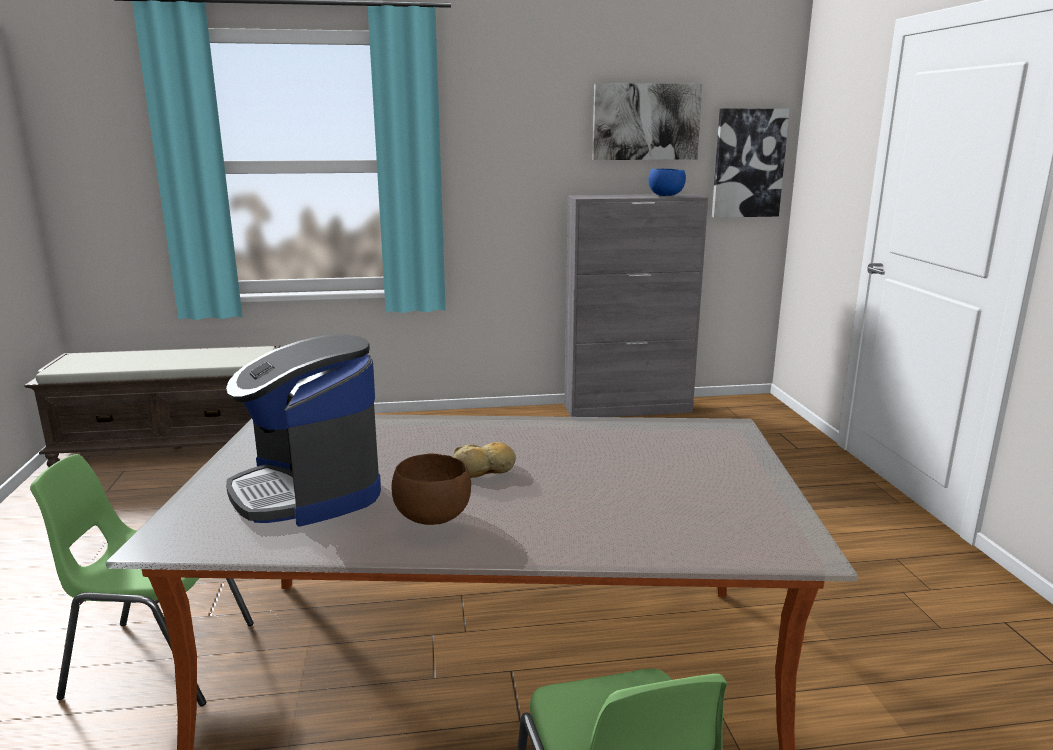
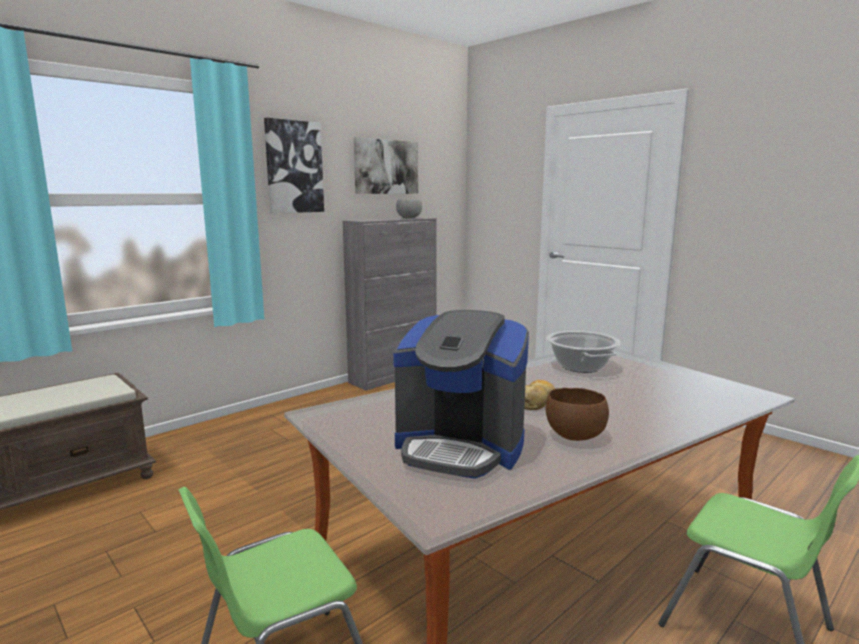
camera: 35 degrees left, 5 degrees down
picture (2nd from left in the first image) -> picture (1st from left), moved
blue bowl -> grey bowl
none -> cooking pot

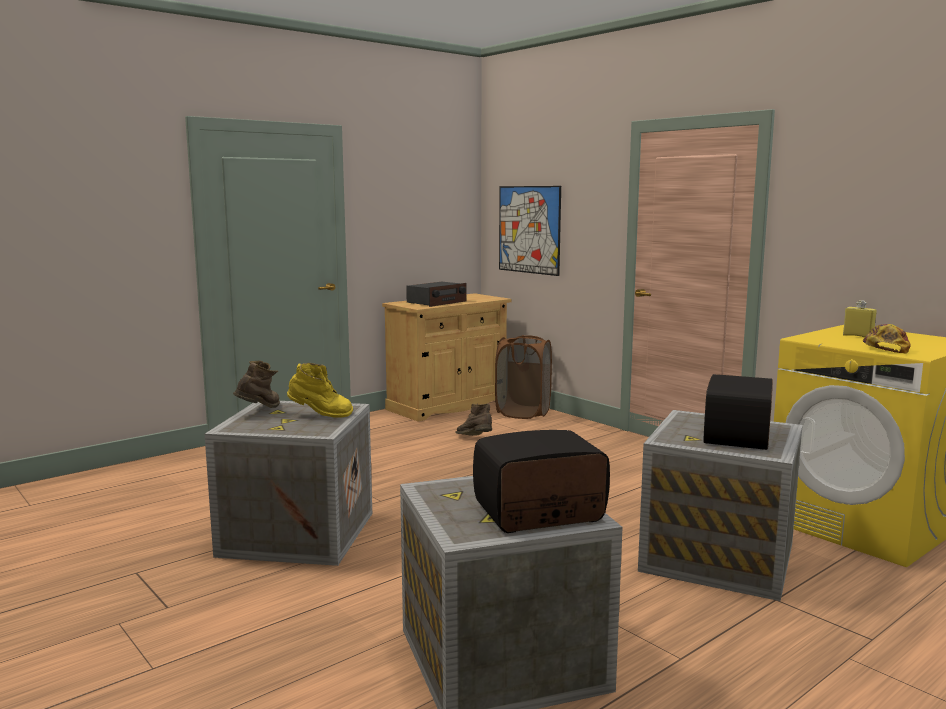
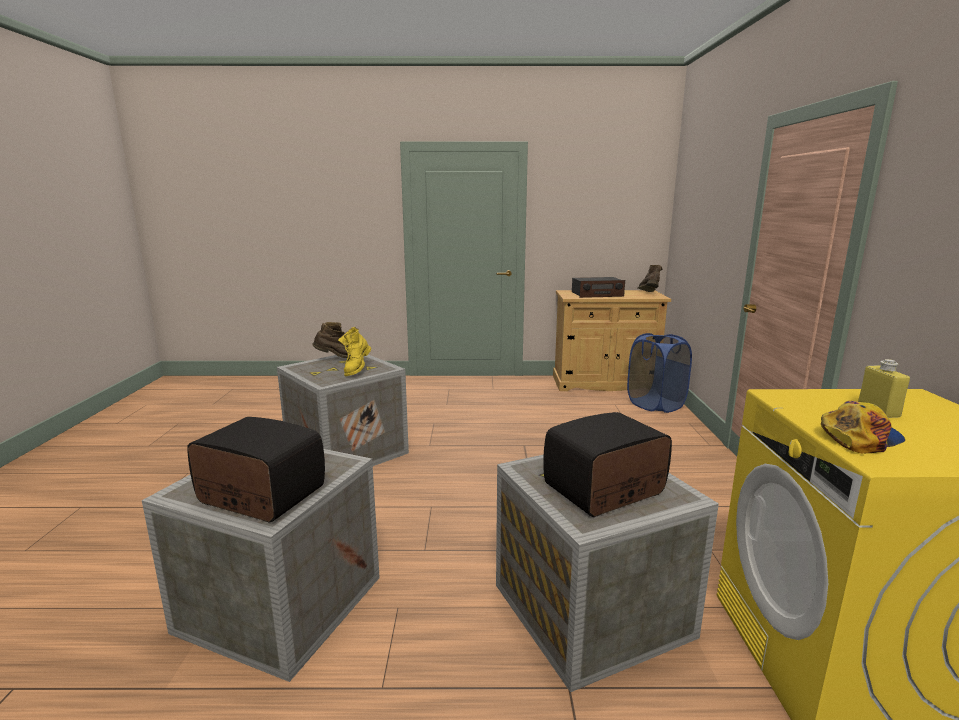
camera: 40 degrees right, 5 degrees up
picture -> none
brown laundry basket -> blue laundry basket
yellow boot, 60 degrees clockwise
brown boot (2nd from left), moved

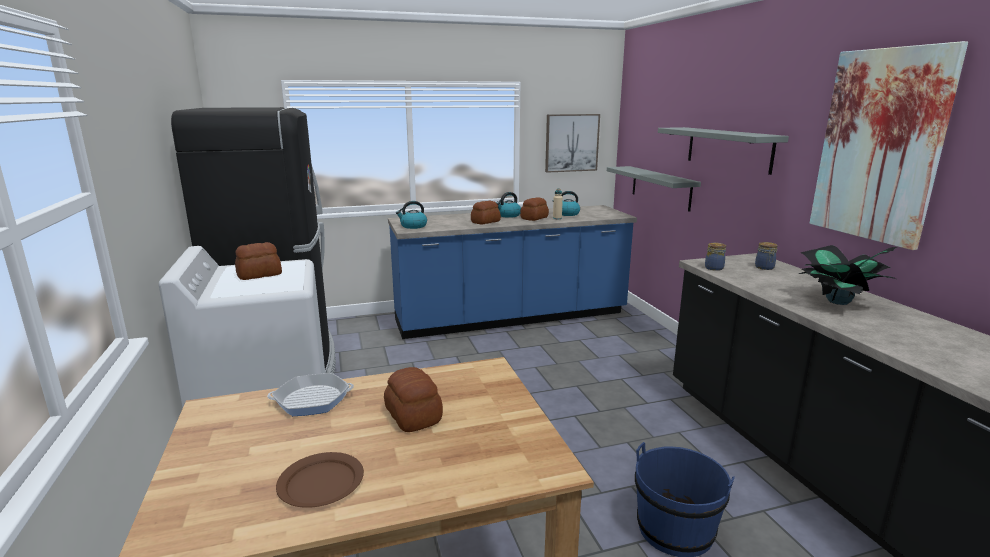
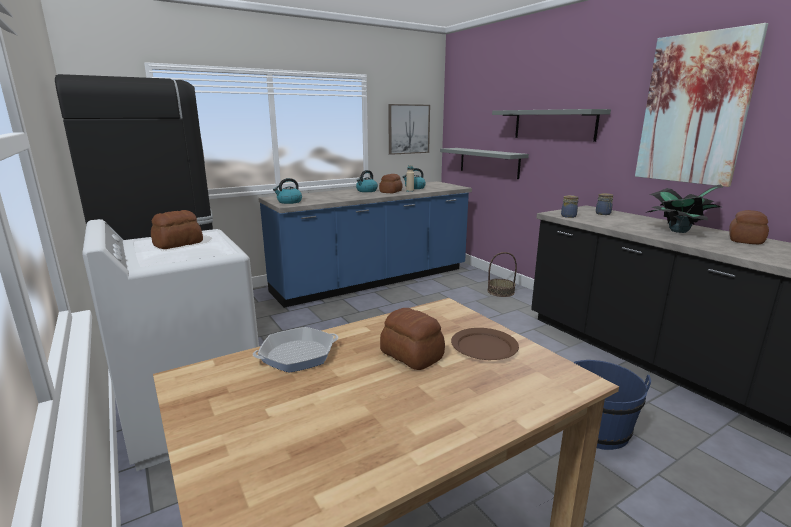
camera: 15 degrees left, 0 degrees up
bread (3rd from left in the first image) -> bread (4th from left), moved
brown plate, moved
none -> basket

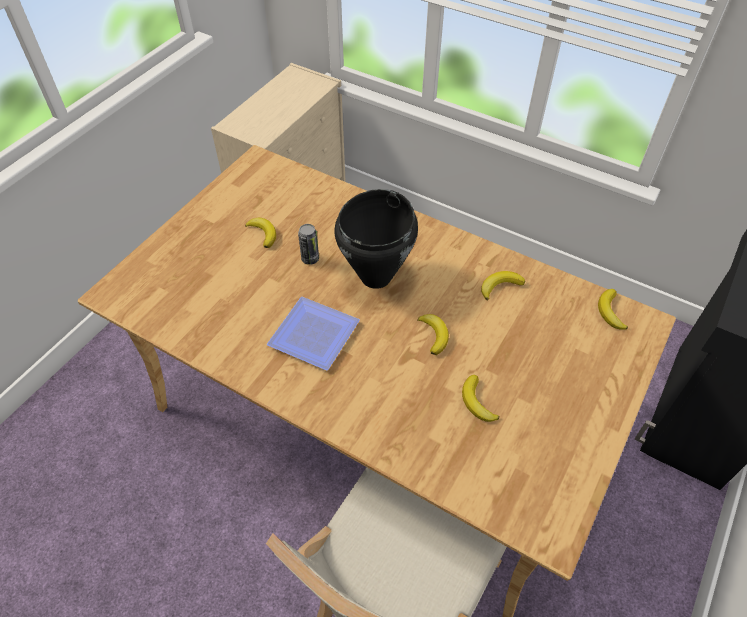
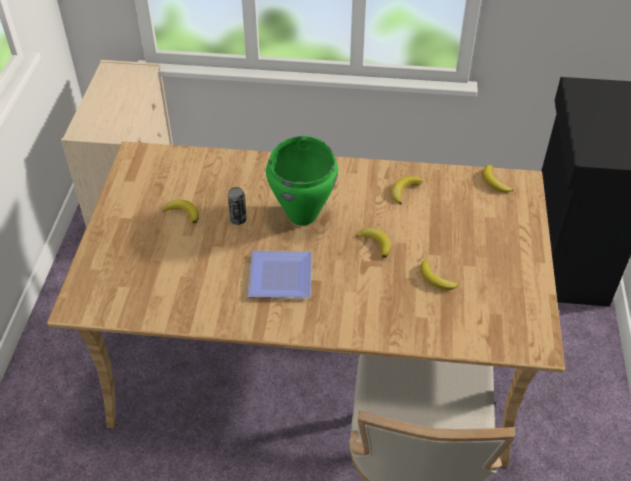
camera: 25 degrees left, 5 degrees down
black cooking pot -> green cooking pot

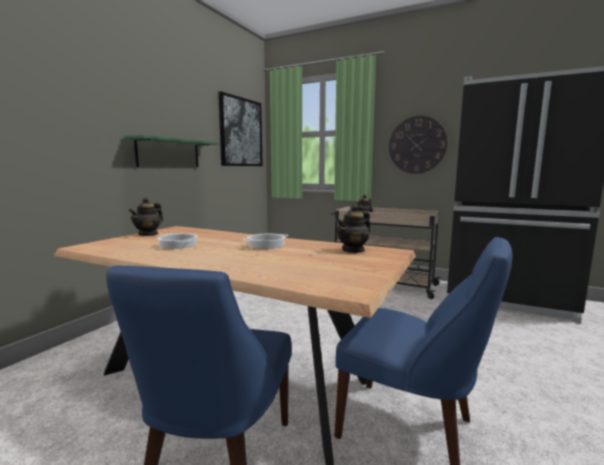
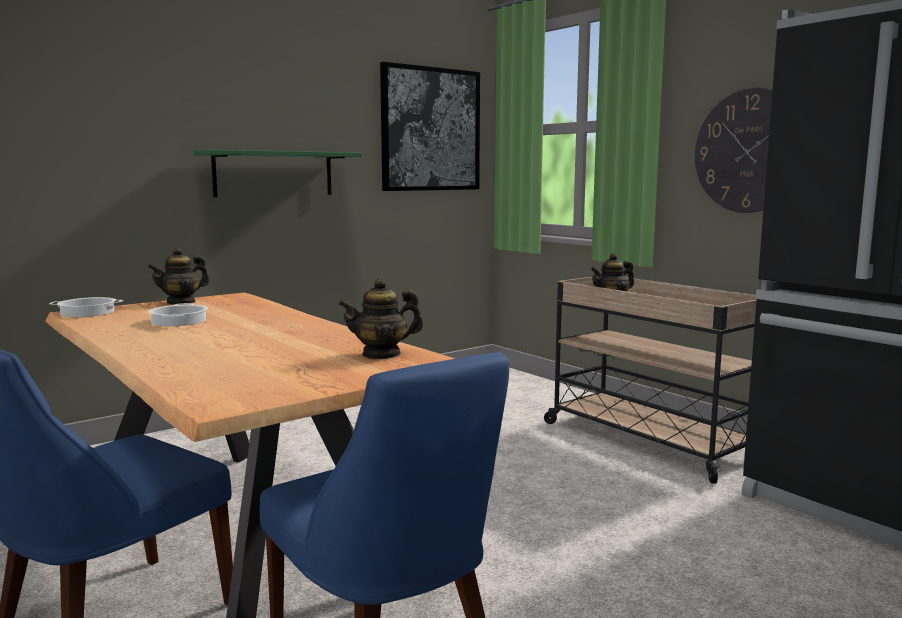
camera: 25 degrees right, 0 degrees up
cooking pot (2nd from left in the first image) -> cooking pot (1st from left), moved

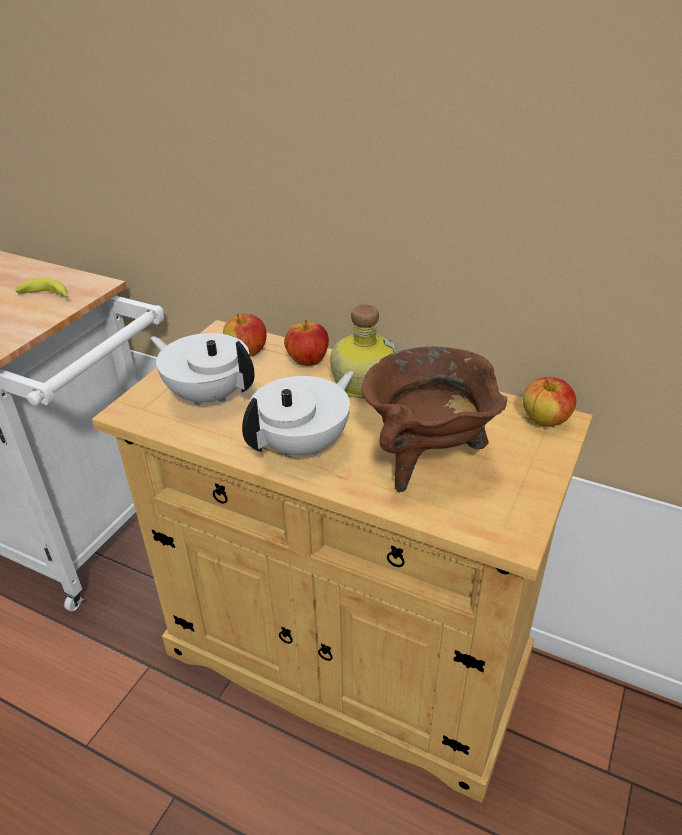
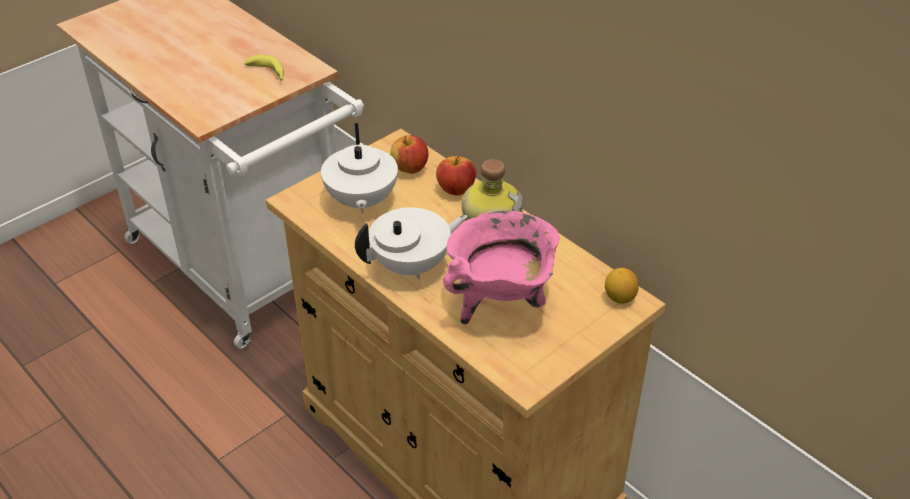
camera: 20 degrees right, 5 degrees up
white teapot (1st from left), 150 degrees counterclockwise
brown cooking pot -> pink cooking pot
apple (3rd from left) -> lemon

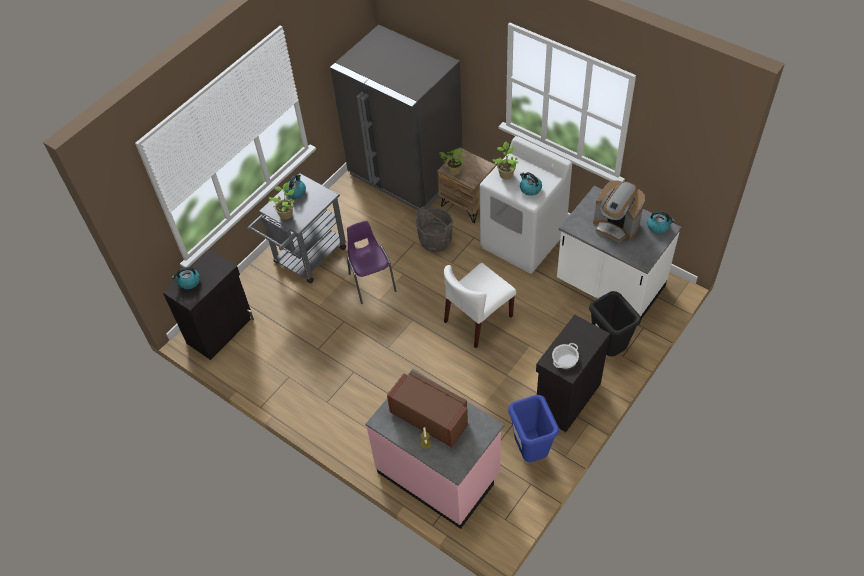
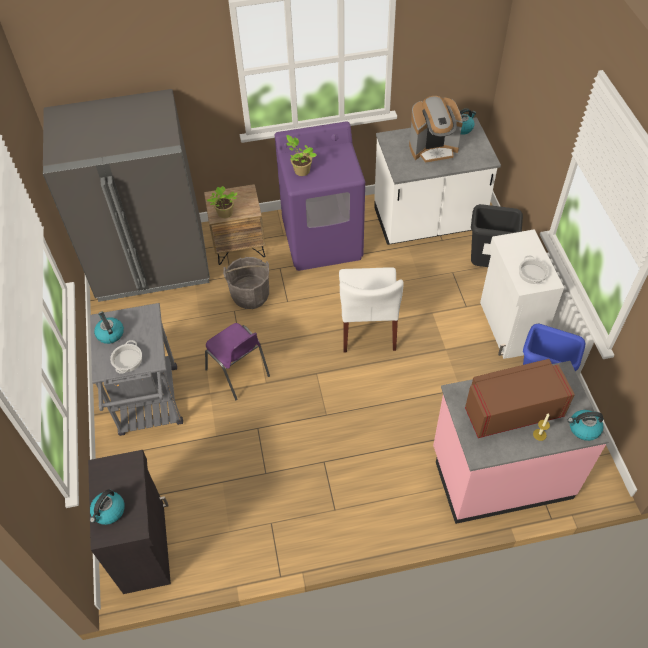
camera: 50 degrees left, 0 degrees up
white washing machine -> purple washing machine
kettle (3rd from left in the first image) -> kettle (4th from left), moved
potted plant (1st from left) -> cooking pot (1st from left)
purple chair, 150 degrees counterclockwise
black cabinet (2nd from left) -> white cabinet

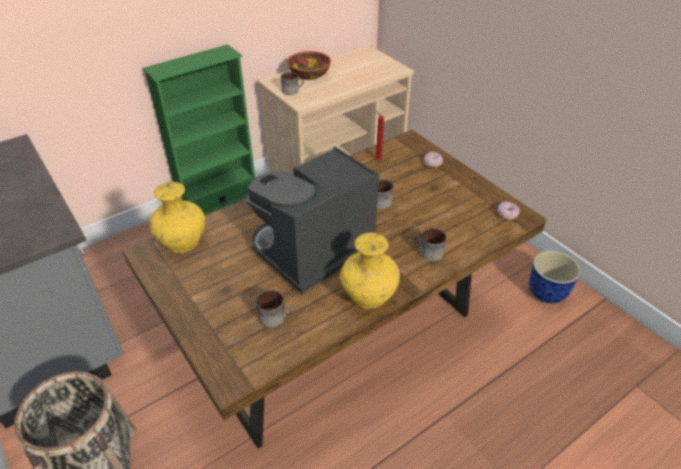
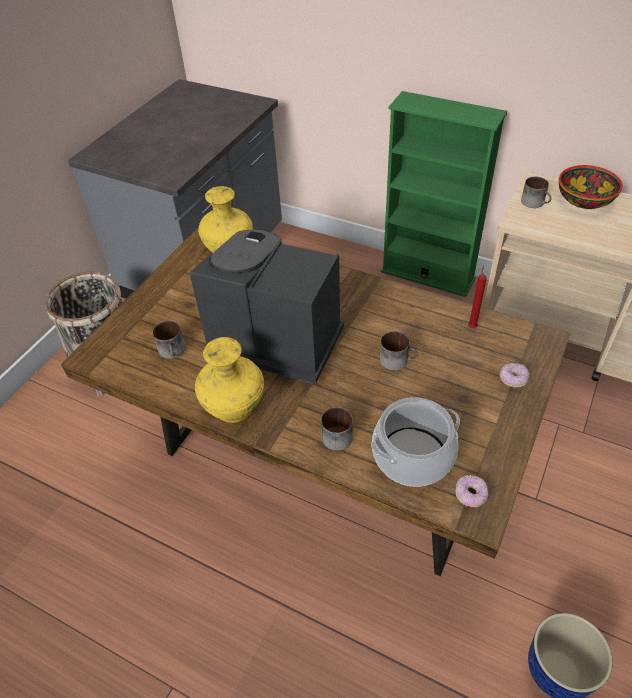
camera: 65 degrees right, 5 degrees up
none -> cooking pot

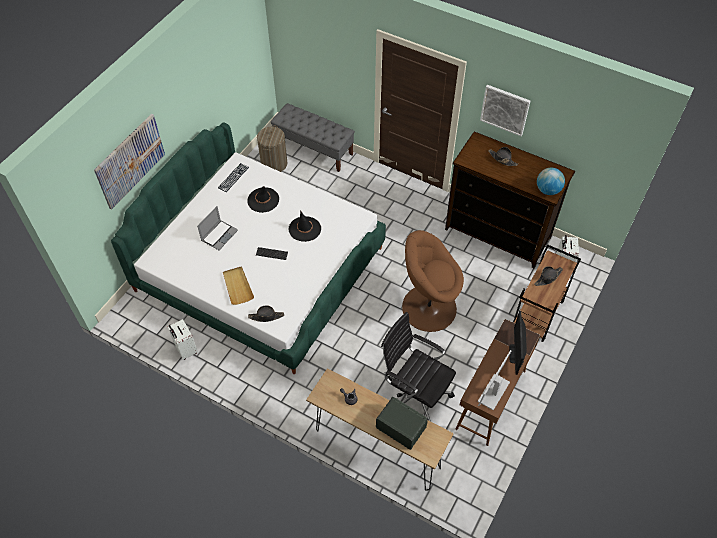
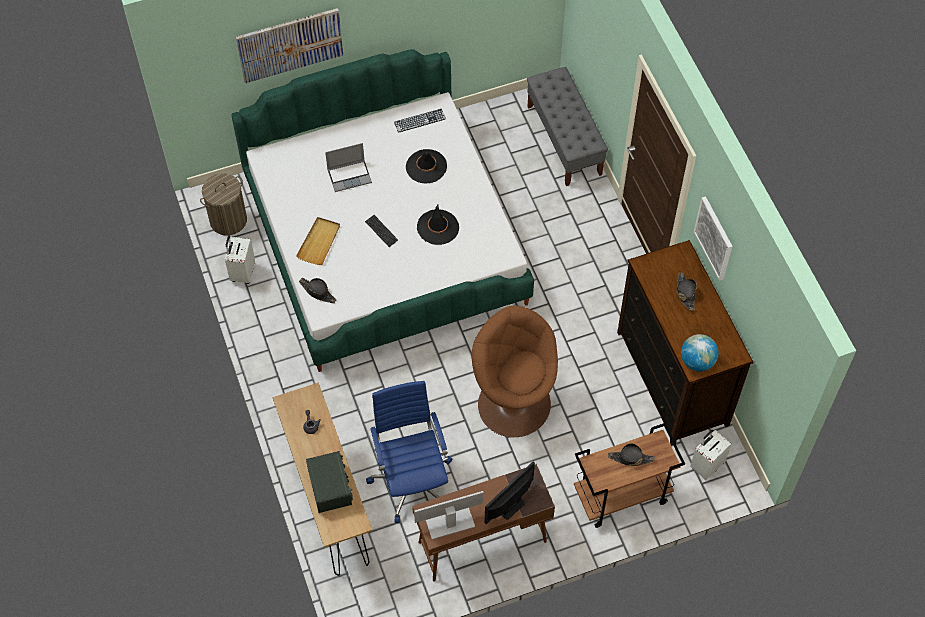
camera: 40 degrees right, 5 degrees up
laundry basket, moved
black office chair -> blue office chair

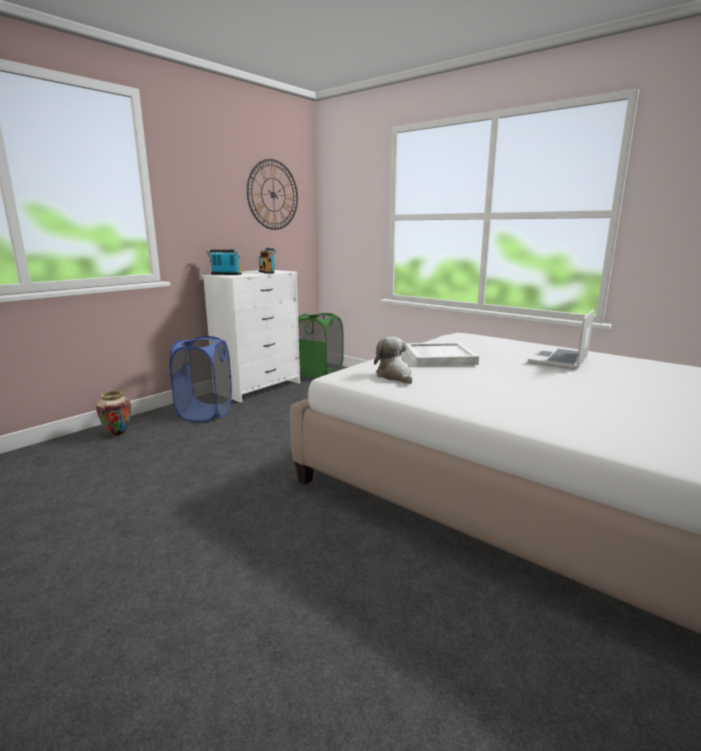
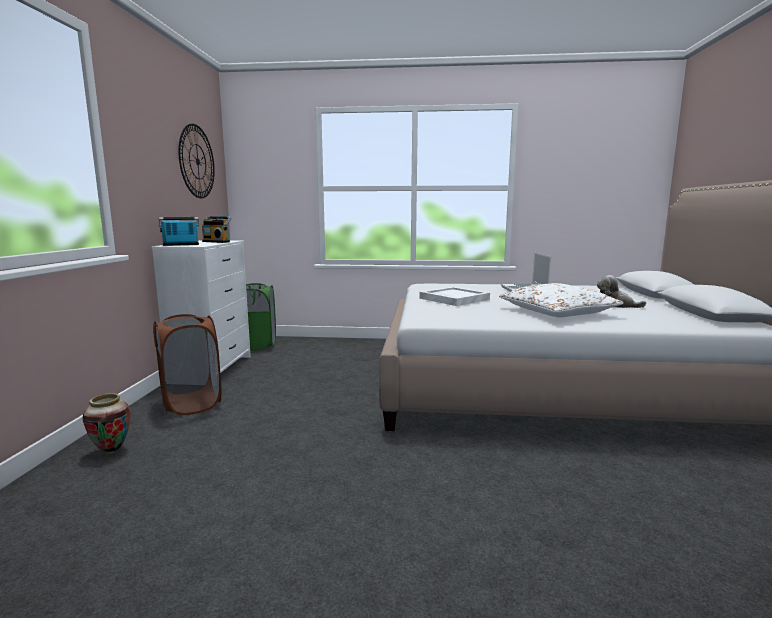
camera: 35 degrees left, 5 degrees down
blue laundry basket -> brown laundry basket
plush toy, moved
none -> white pillow

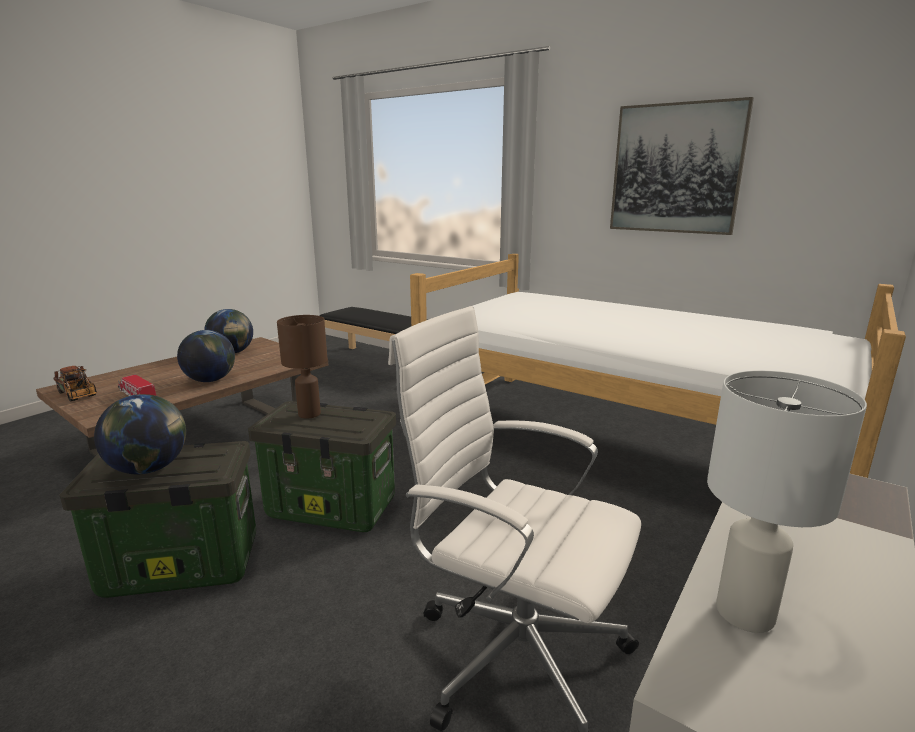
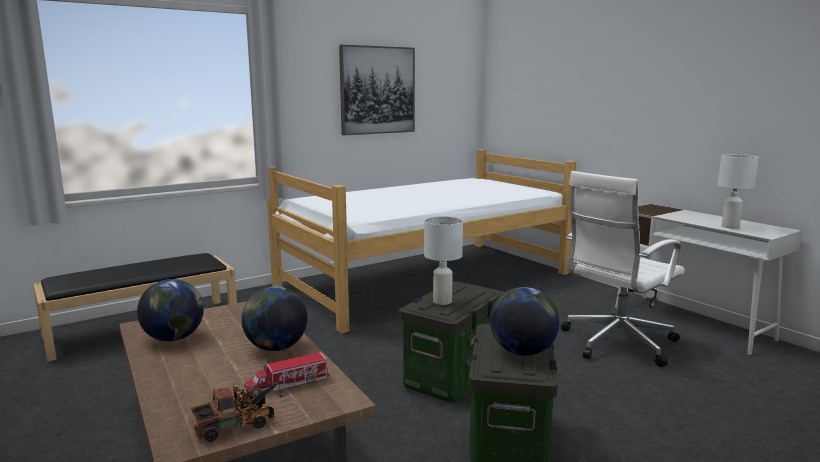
camera: 70 degrees left, 5 degrees down
brown table lamp -> white table lamp (1st from left)

